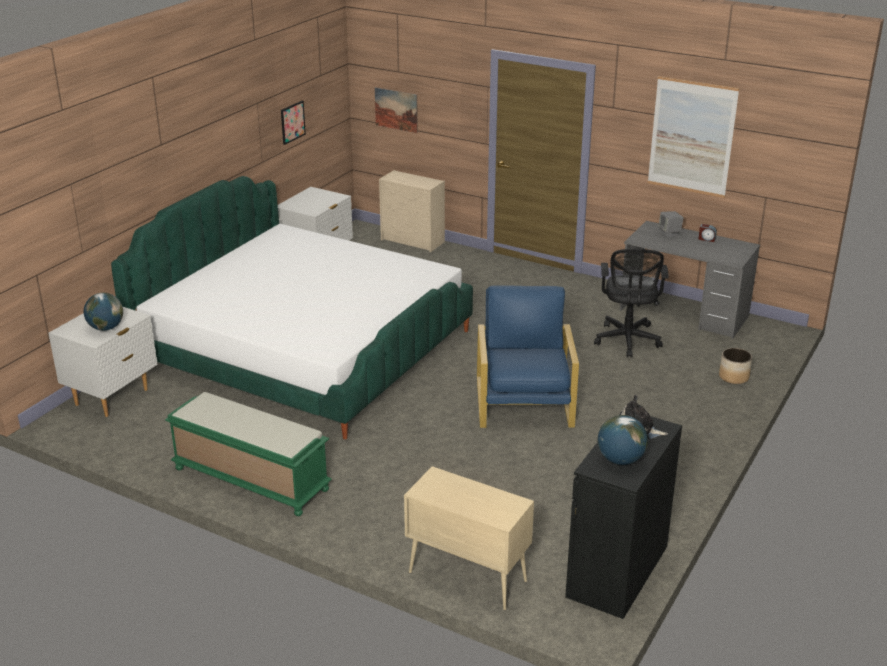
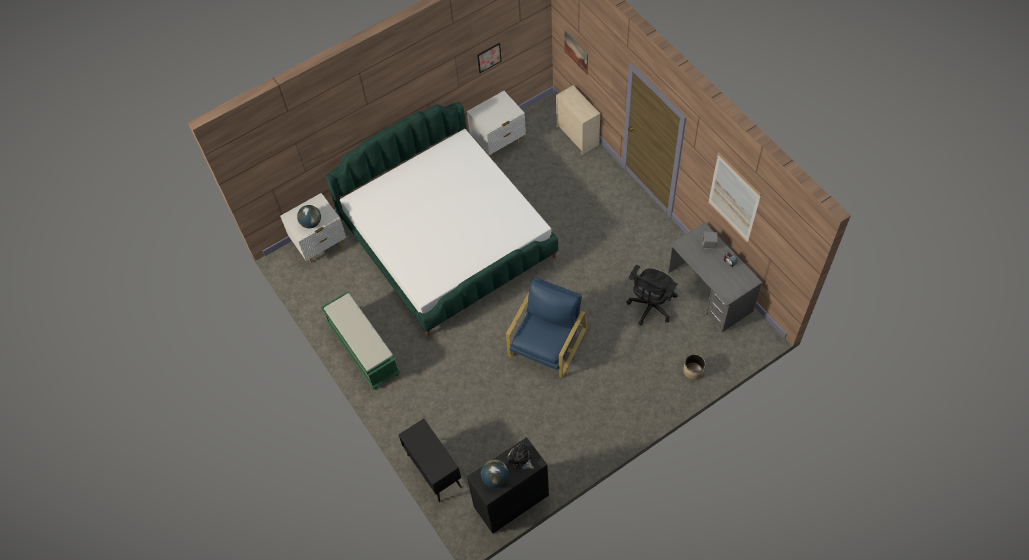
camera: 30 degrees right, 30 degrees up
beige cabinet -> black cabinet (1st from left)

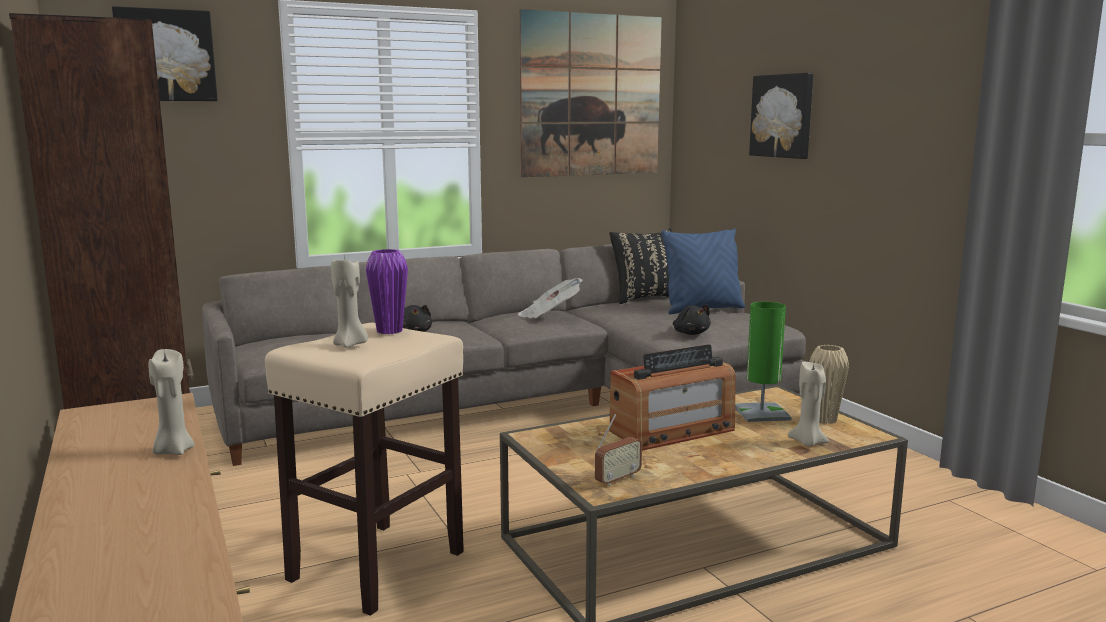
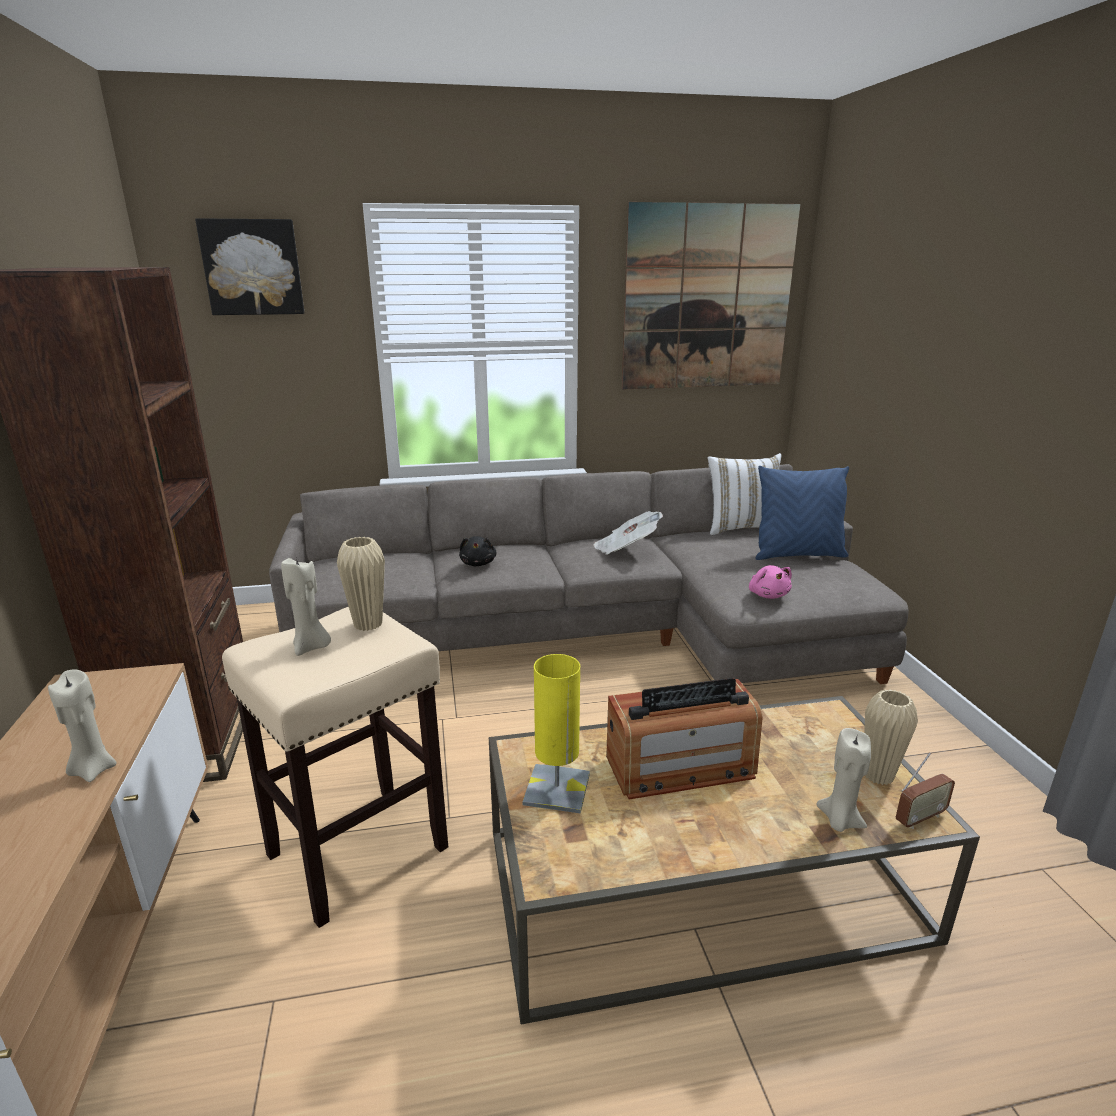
camera: 15 degrees right, 10 degrees up
picture (3rd from left) -> none
black pillow -> white pillow
purple vase -> beige vase (1st from left)
green table lamp -> none
black plush toy (2nd from left) -> pink plush toy
radio (1st from left in the first image) -> radio (2nd from left), moved
none -> yellow table lamp

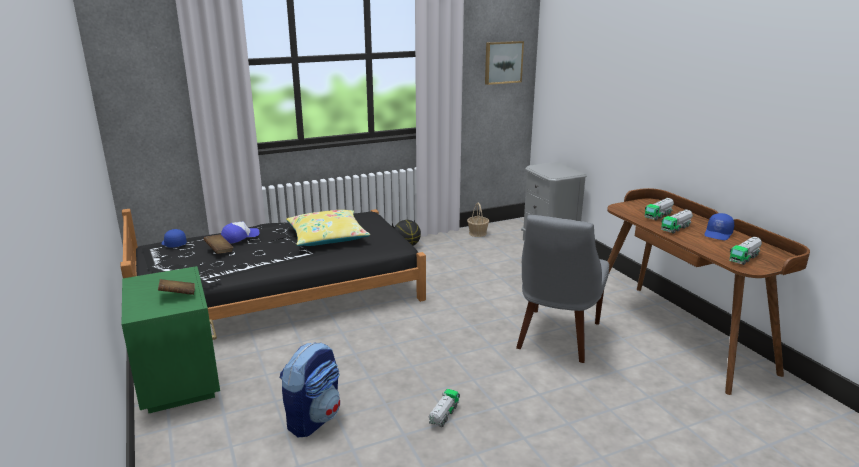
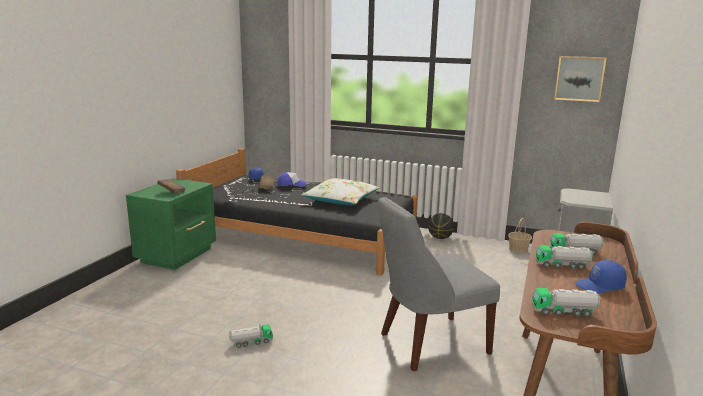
camera: 45 degrees right, 5 degrees down
yellow pillow -> white pillow
backpack -> none

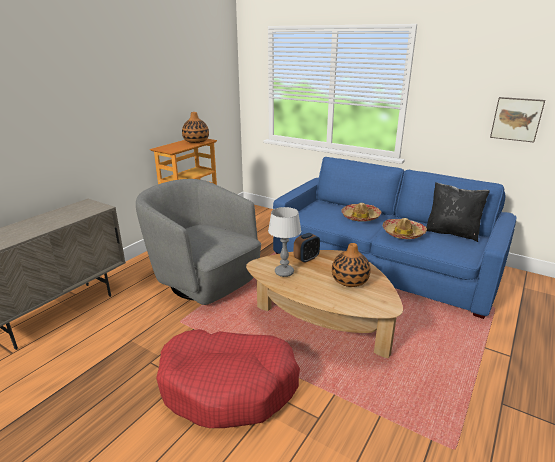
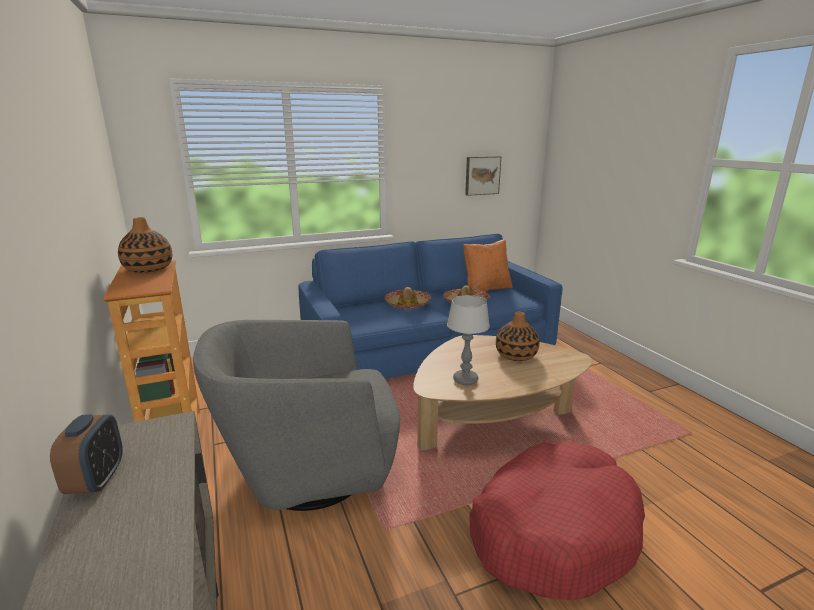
camera: 55 degrees left, 5 degrees down
black pillow -> orange pillow
alarm clock, moved

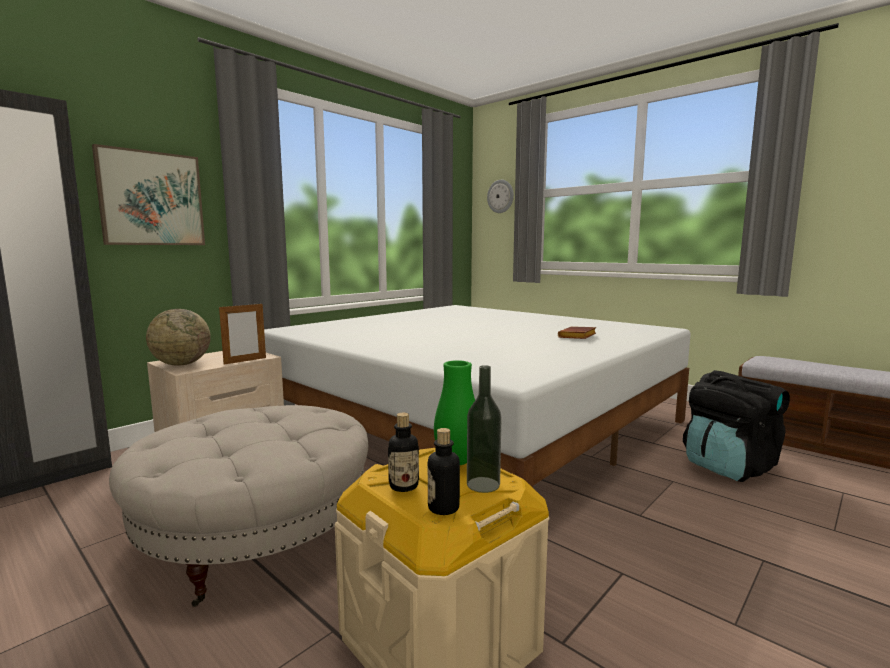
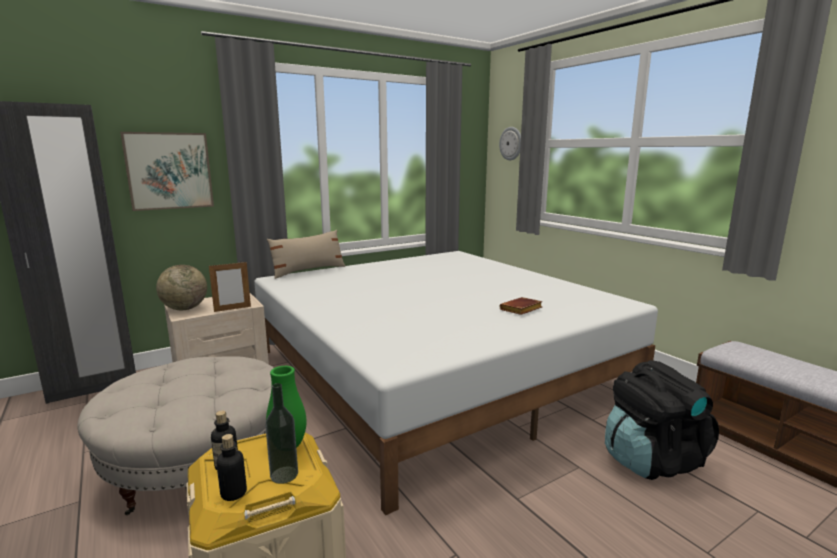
camera: 15 degrees right, 5 degrees up
none -> beige pillow

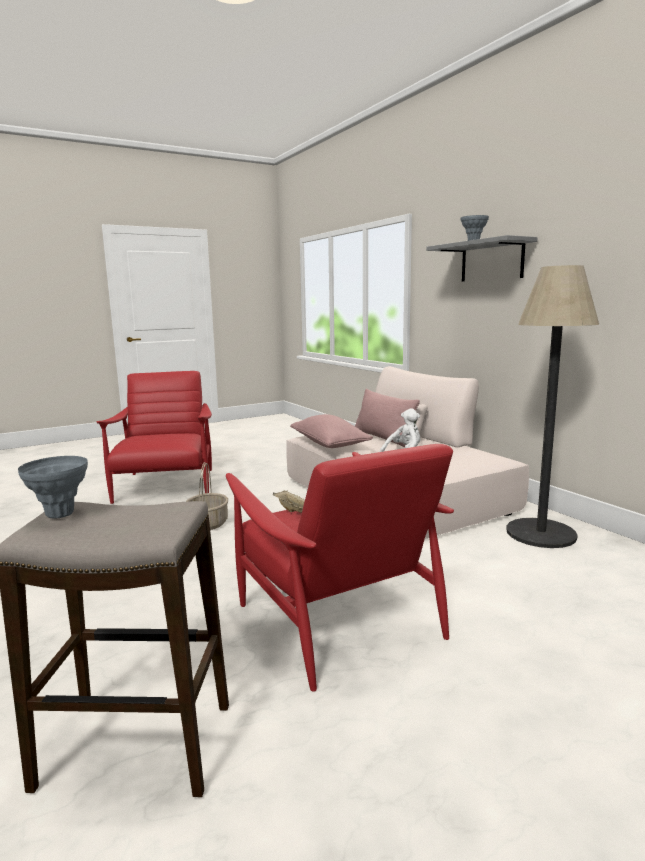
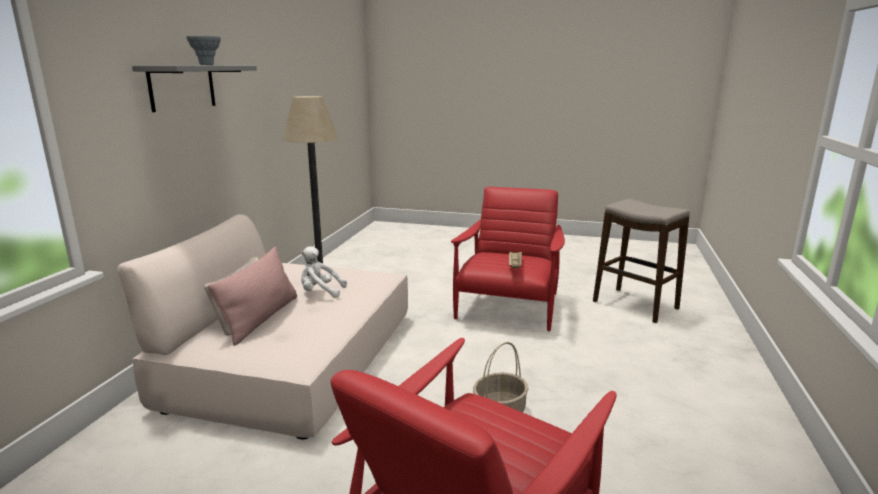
camera: 135 degrees left, 5 degrees up
pink pillow (1st from left) -> none
grey vase (1st from left) -> none

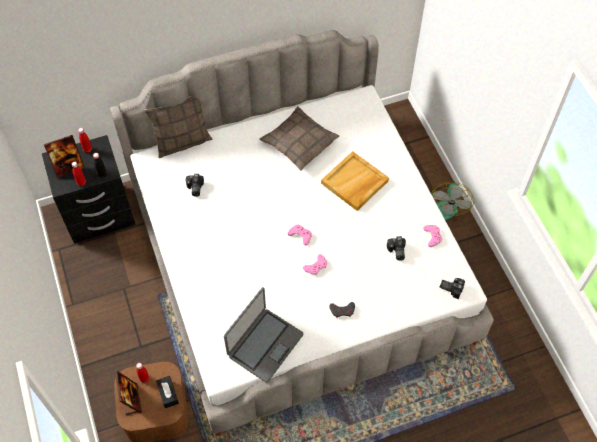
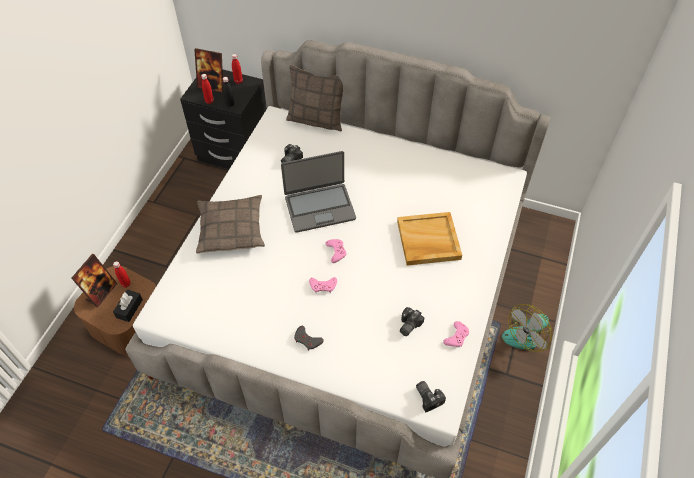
camera: 40 degrees right, 5 degrees down
pillow (2nd from left in the first image) -> pillow (1st from left), moved
laptop, moved

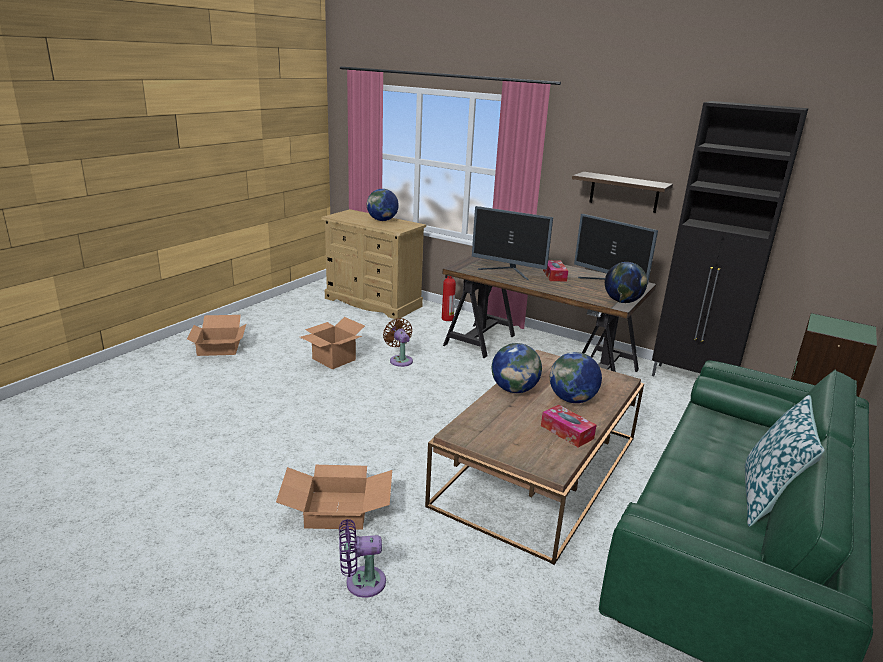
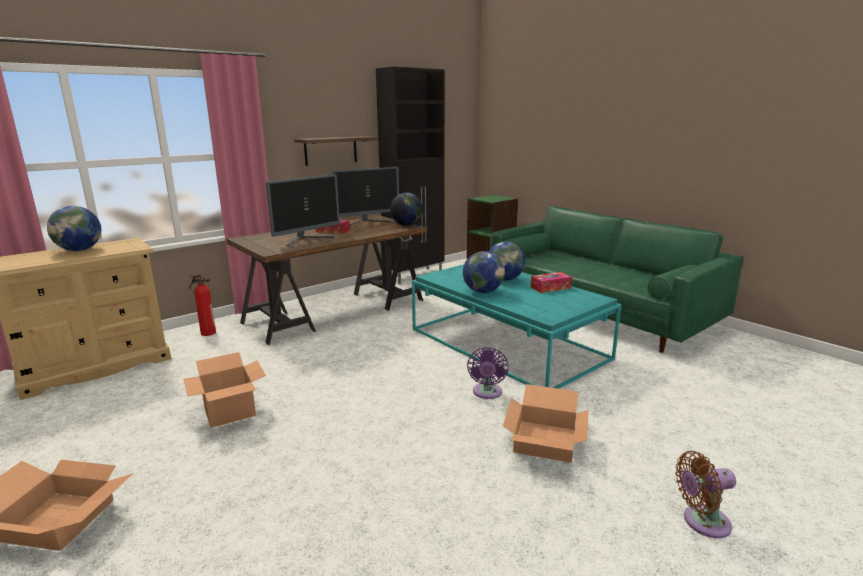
camera: 70 degrees left, 5 degrees down
brown fan, moved
brown coffee table -> turquoise coffee table
pillow -> none
purple fan, moved

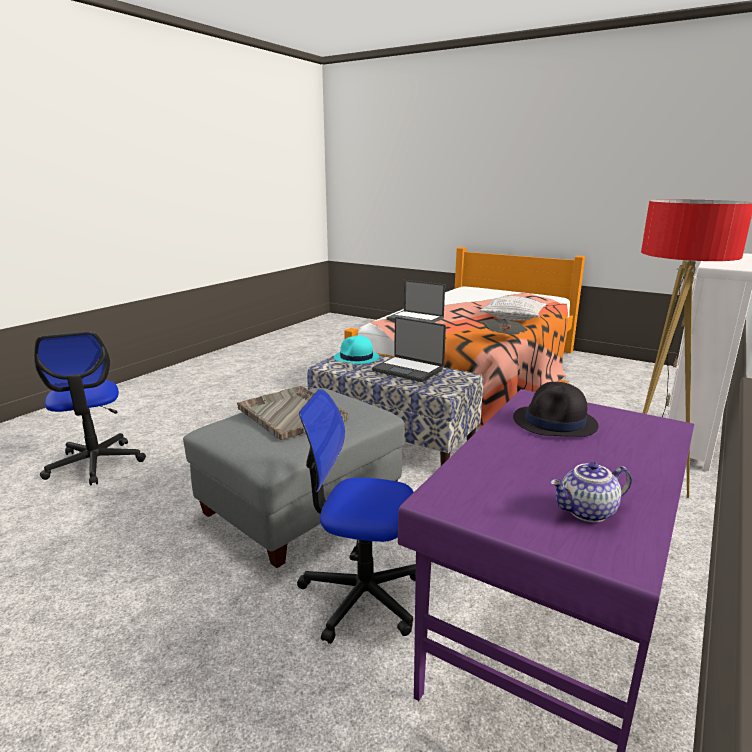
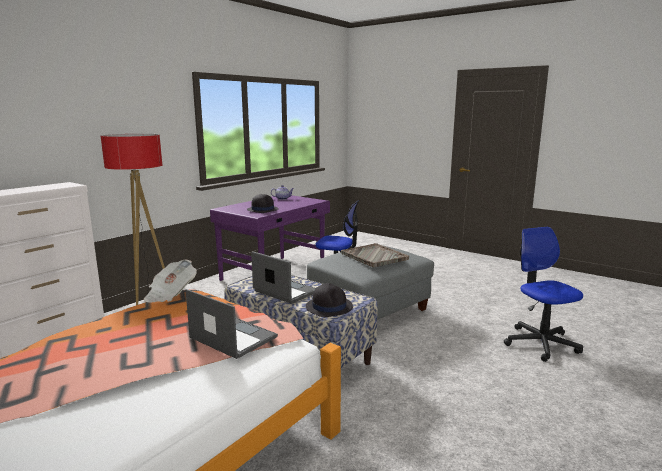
camera: 175 degrees left, 5 degrees down
pillow -> none
turquoise hat -> black hat (2nd from left)

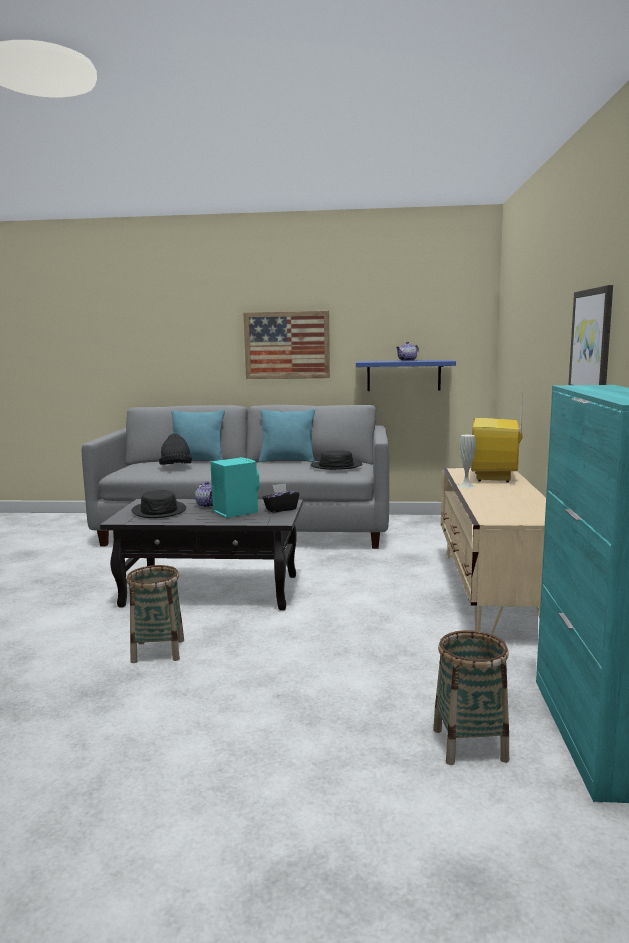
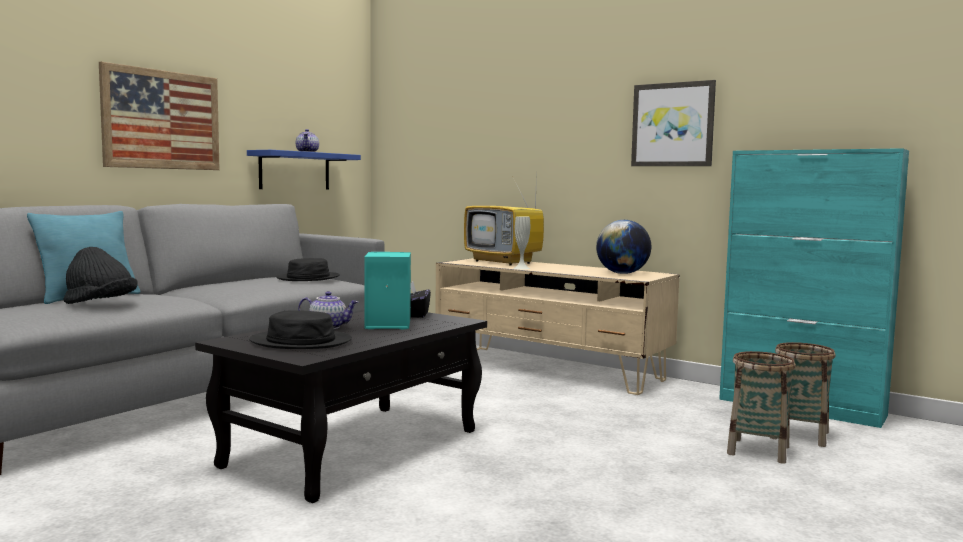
camera: 60 degrees left, 5 degrees down
turquoise pillow (2nd from left) -> none
basket (1st from left), moved
none -> globe

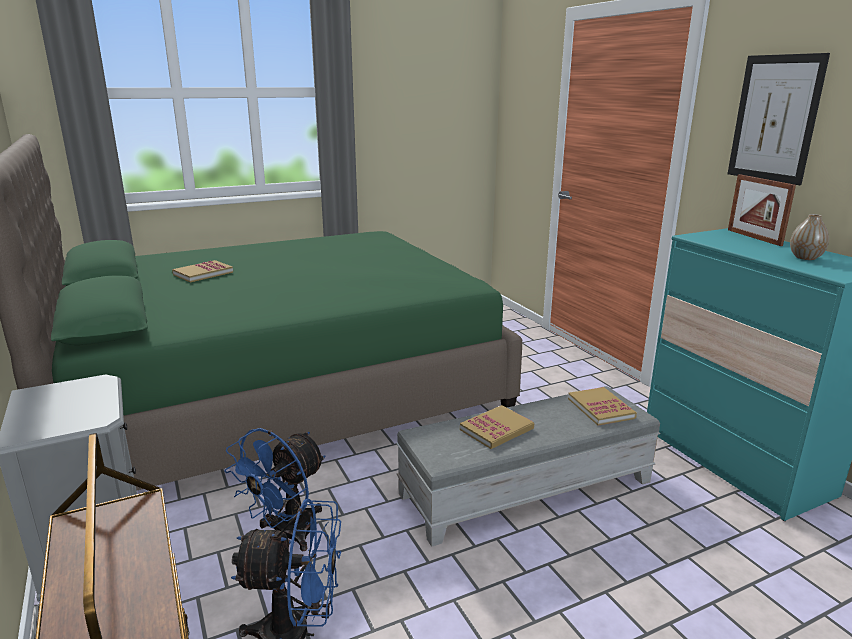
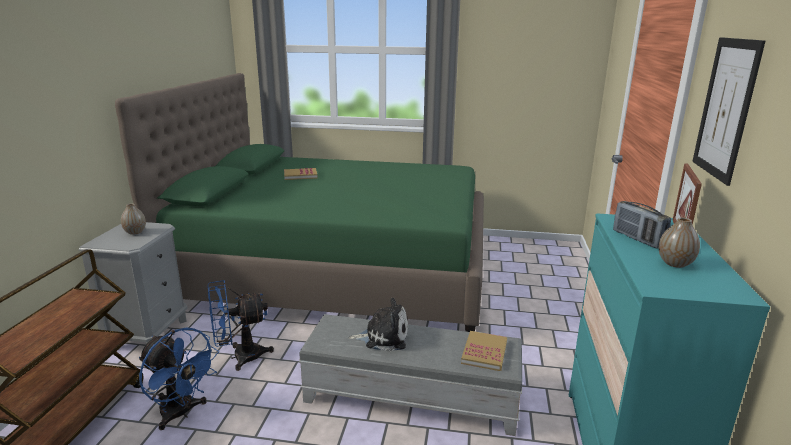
camera: 35 degrees right, 0 degrees up
book (2nd from left) -> plush toy
none -> radio
none -> vase (1st from left)

